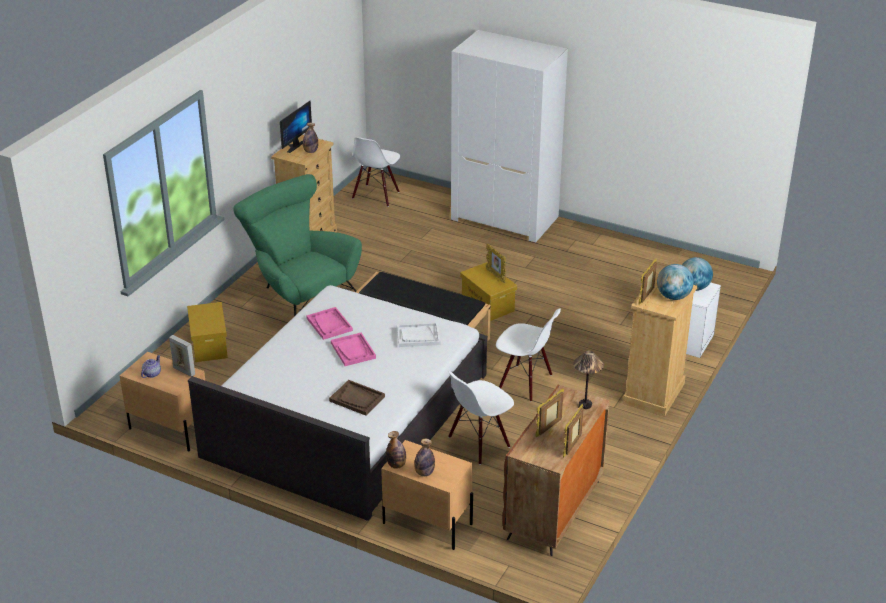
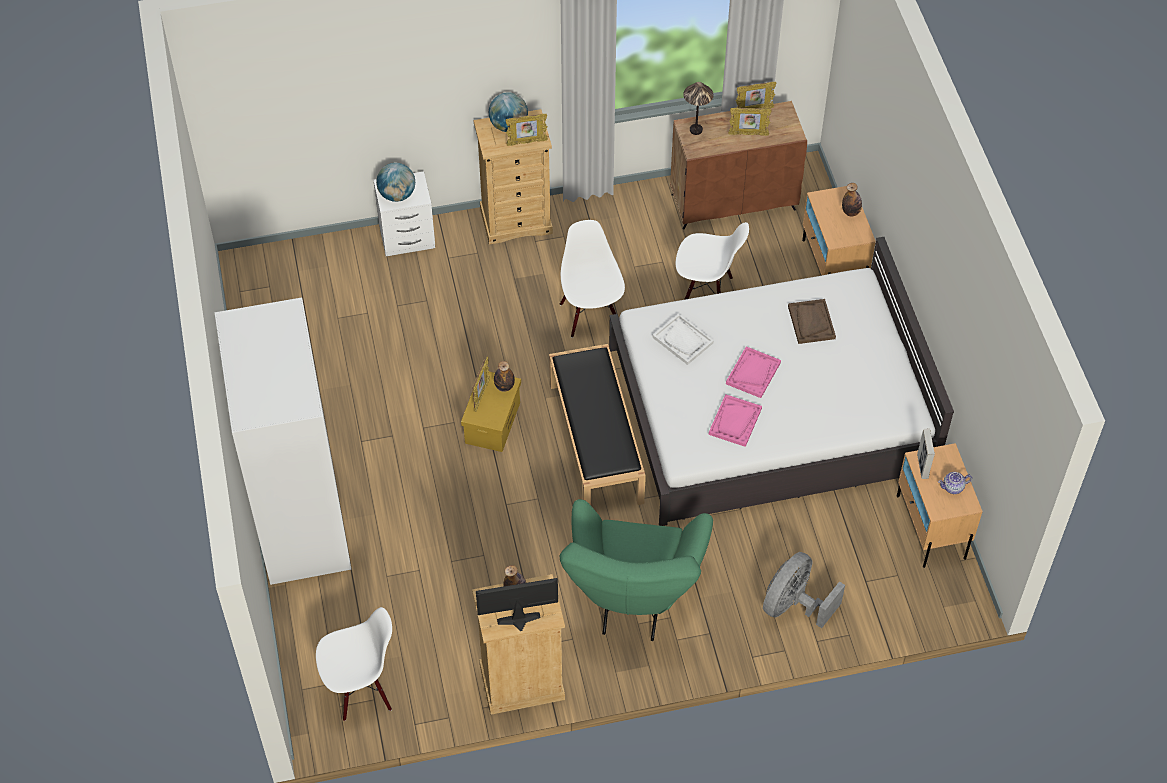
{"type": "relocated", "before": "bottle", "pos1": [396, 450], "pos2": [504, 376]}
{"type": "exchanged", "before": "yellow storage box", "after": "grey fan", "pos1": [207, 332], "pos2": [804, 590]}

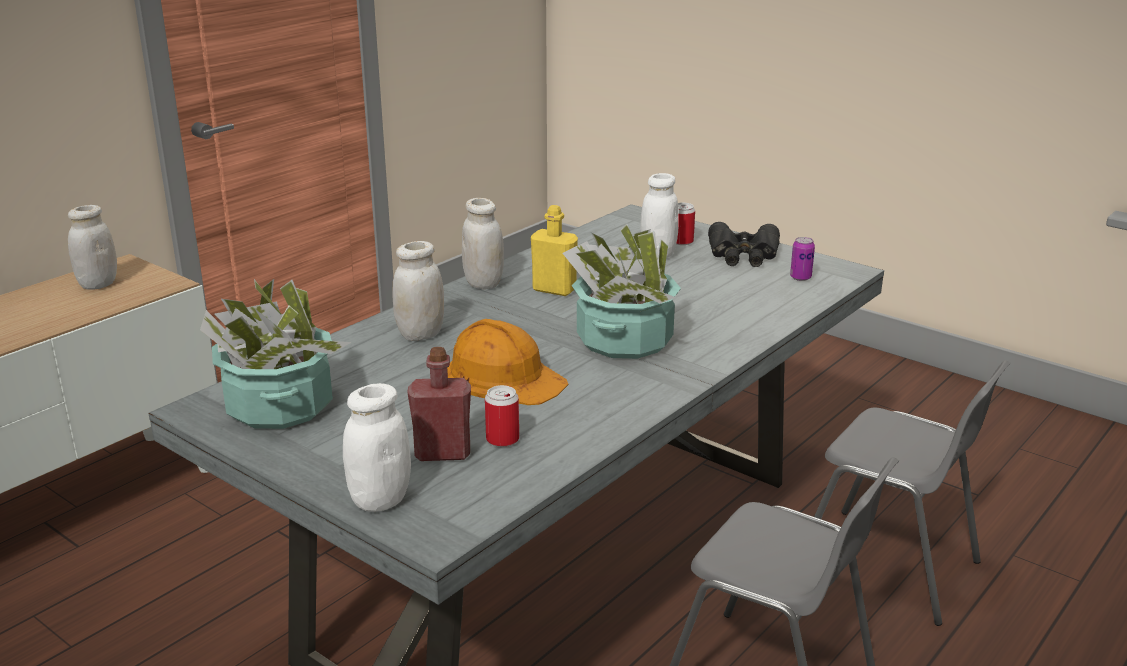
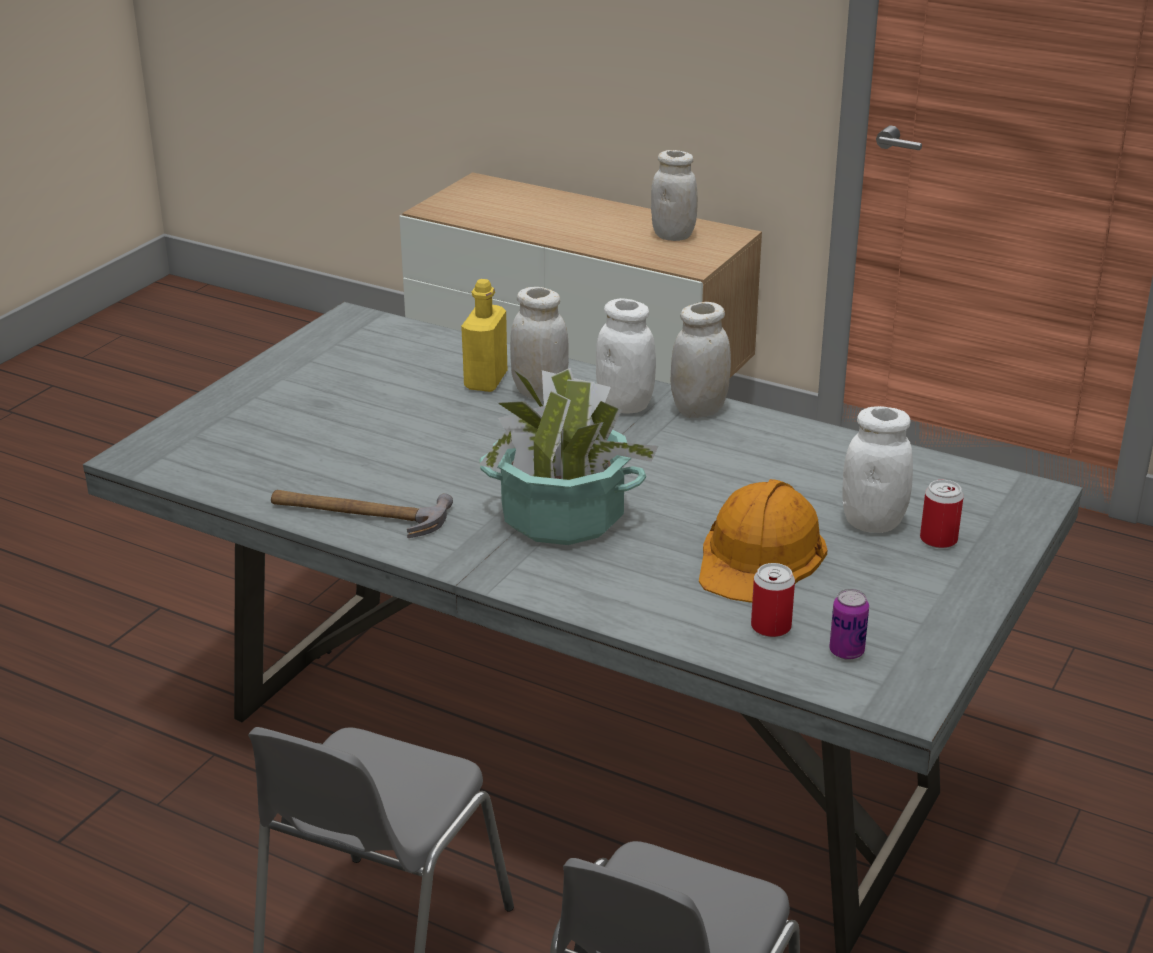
{"type": "appeared", "after": "hammer", "pos2": [362, 514]}
{"type": "relocated", "before": "yellow bottle", "pos1": [554, 250], "pos2": [484, 335]}
{"type": "relocated", "before": "white jar", "pos1": [377, 447], "pos2": [626, 356]}
{"type": "relocated", "before": "orange hard hat", "pos1": [508, 362], "pos2": [763, 541]}
{"type": "relocated", "before": "can", "pos1": [502, 416], "pos2": [773, 600]}
{"type": "missing", "before": "potted plant", "pos1": [276, 354]}
{"type": "missing", "before": "red bottle", "pos1": [439, 404]}
{"type": "missing", "before": "black binoculars", "pos1": [744, 244]}

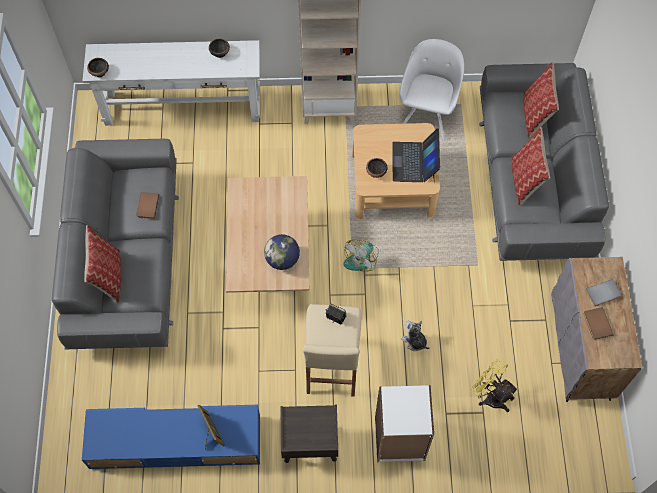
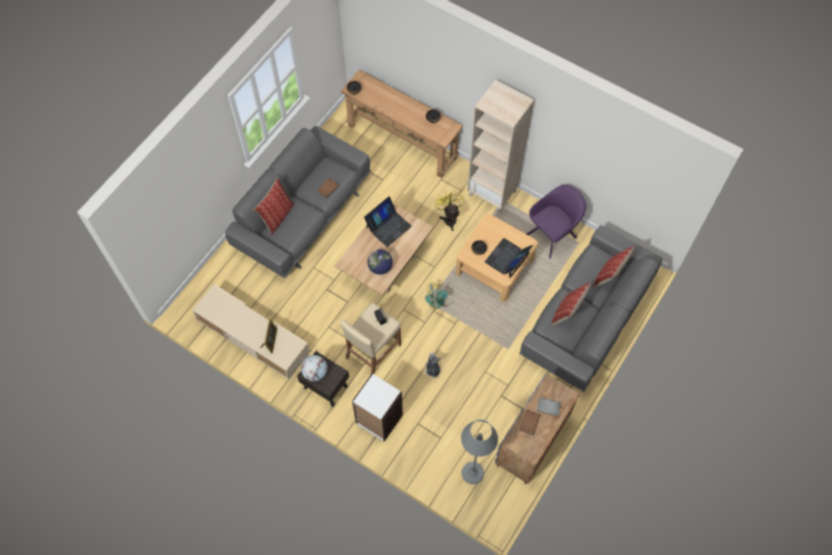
{"type": "colour", "before": "blue tv stand", "after": "beige tv stand", "pos1": [171, 437], "pos2": [251, 331]}
{"type": "appeared", "after": "globe", "pos2": [314, 368]}
{"type": "colour", "before": "white console table", "after": "brown console table", "pos1": [171, 83], "pos2": [402, 124]}
{"type": "appeared", "after": "laptop", "pos2": [388, 221]}
{"type": "relocated", "before": "yellow fan", "pos1": [494, 385], "pos2": [449, 211]}
{"type": "appeared", "after": "grey floor lamp", "pos2": [479, 452]}
{"type": "colour", "before": "white armchair", "after": "purple armchair", "pos1": [431, 89], "pos2": [556, 222]}

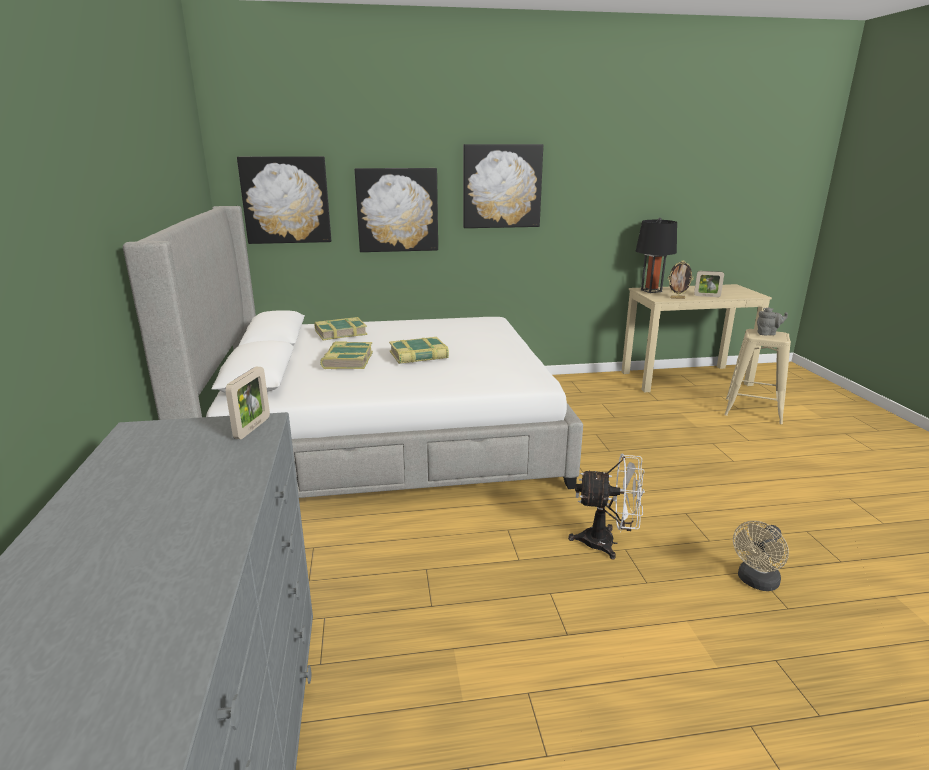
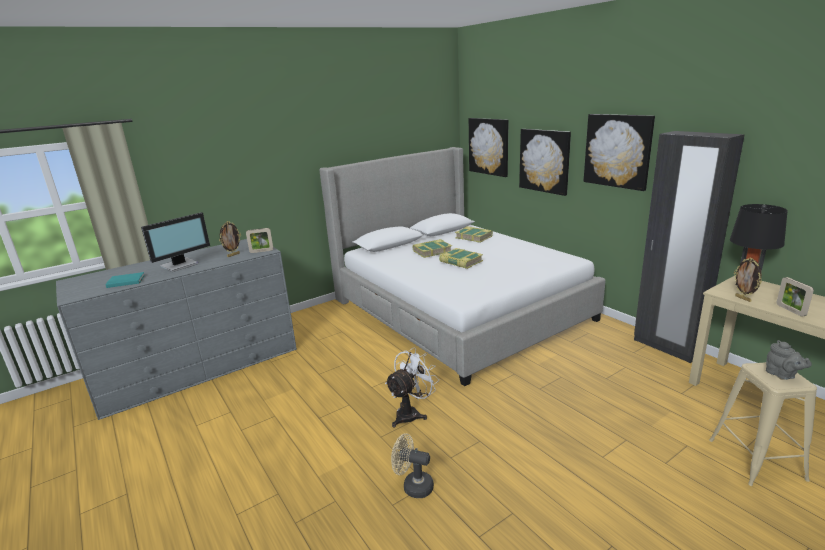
{"type": "appeared", "after": "turquoise book", "pos2": [125, 280]}
{"type": "appeared", "after": "monitor", "pos2": [175, 242]}
{"type": "appeared", "after": "picture frame", "pos2": [230, 239]}
{"type": "spun", "before": "white fan", "pos1": [606, 507], "pos2": [412, 387], "turn": -120}
{"type": "appeared", "after": "black wardrobe", "pos2": [689, 247]}

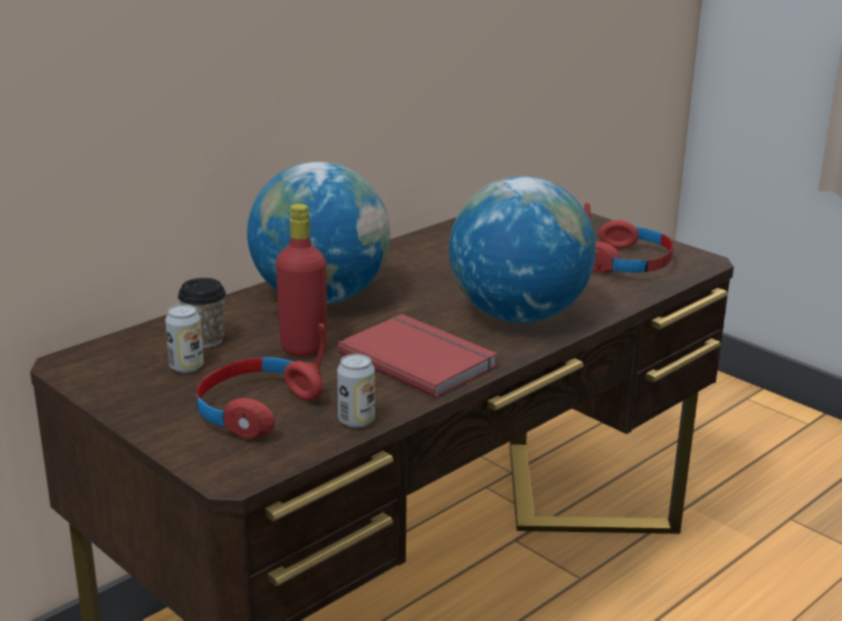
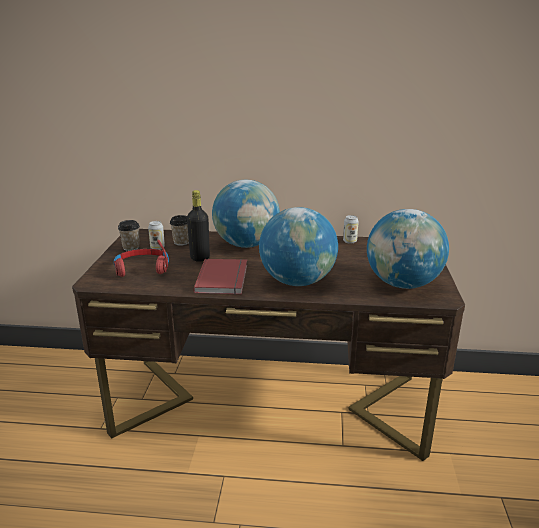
{"type": "appeared", "after": "cup", "pos2": [129, 235]}
{"type": "colour", "before": "red bottle", "after": "black bottle", "pos1": [301, 280], "pos2": [198, 226]}
{"type": "relocated", "before": "can", "pos1": [356, 391], "pos2": [351, 229]}
{"type": "exchanged", "before": "red headphones", "after": "globe", "pos1": [629, 238], "pos2": [408, 249]}

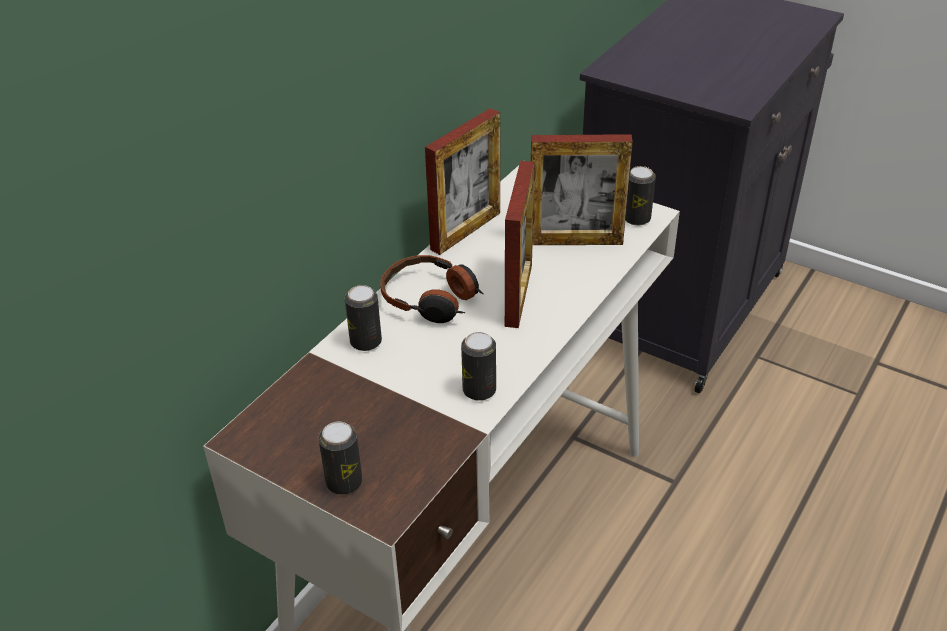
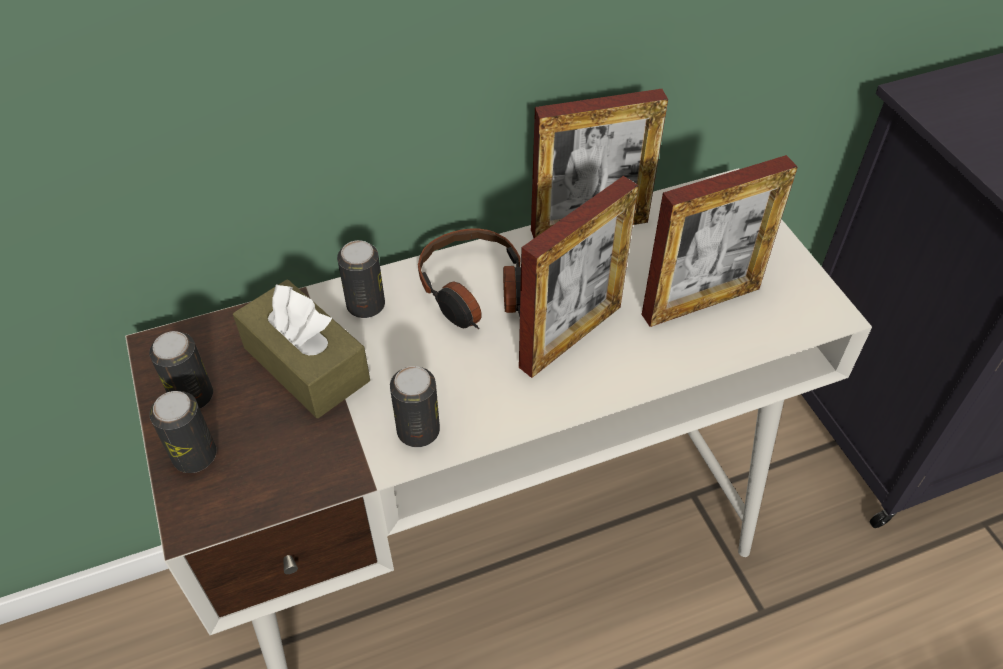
{"type": "relocated", "before": "can", "pos1": [640, 196], "pos2": [181, 370]}
{"type": "appeared", "after": "brown tissue box", "pos2": [301, 349]}
{"type": "spun", "before": "picture frame", "pos1": [582, 189], "pos2": [720, 241], "turn": -60}

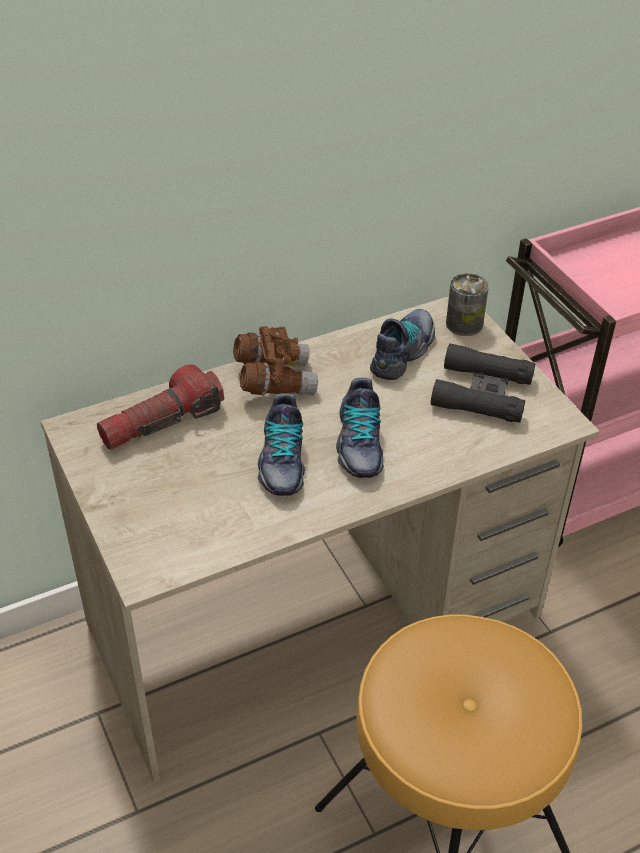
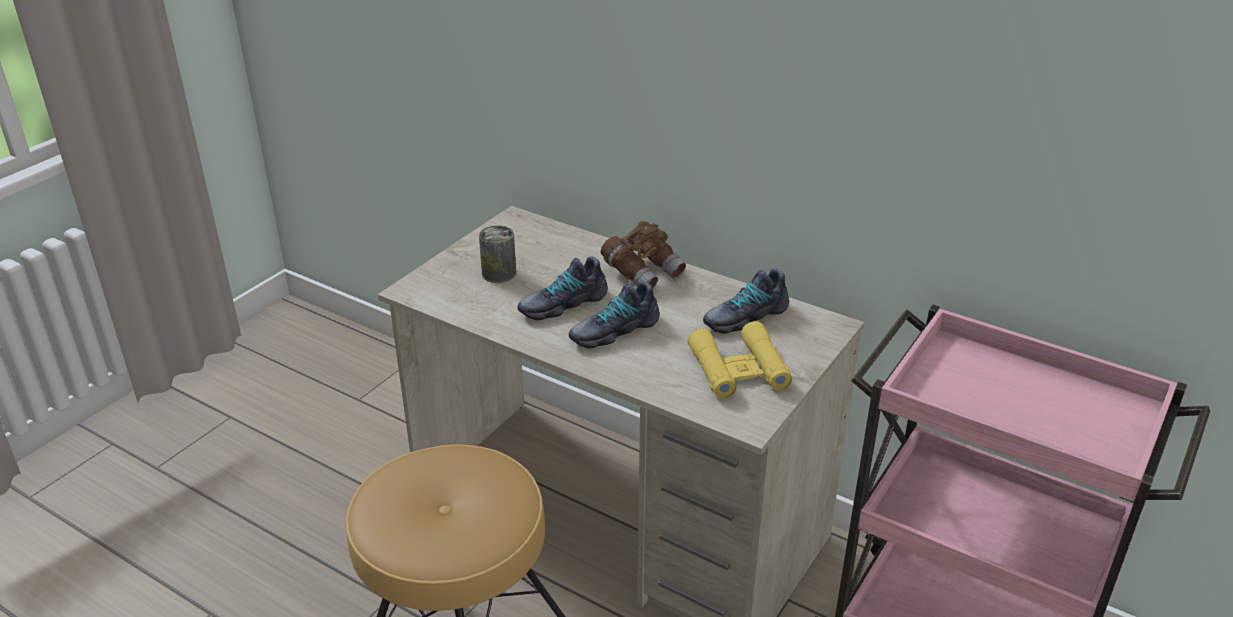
{"type": "relocated", "before": "can", "pos1": [467, 304], "pos2": [497, 254]}
{"type": "colour", "before": "black binoculars", "after": "yellow binoculars", "pos1": [483, 383], "pos2": [740, 360]}
{"type": "spun", "before": "shoe", "pos1": [402, 344], "pos2": [746, 301], "turn": 150}
{"type": "missing", "before": "flashlight", "pos1": [160, 407]}

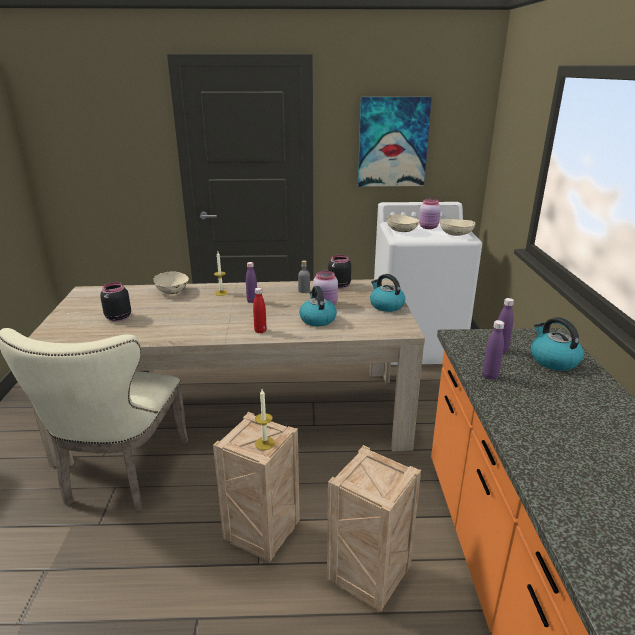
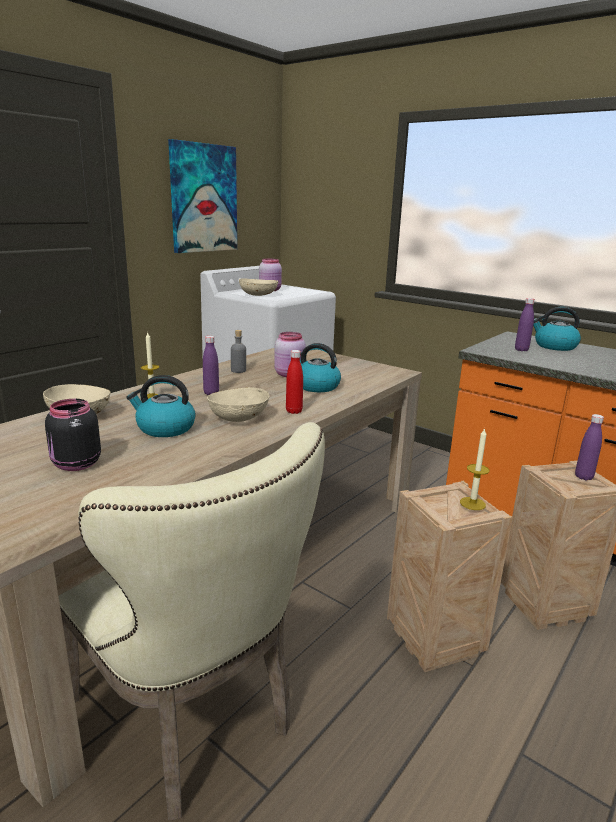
{"type": "relocated", "before": "kettle", "pos1": [387, 293], "pos2": [161, 406]}
{"type": "relocated", "before": "beige bowl", "pos1": [457, 227], "pos2": [238, 404]}
{"type": "relocated", "before": "purple bottle", "pos1": [493, 350], "pos2": [589, 447]}
{"type": "missing", "before": "black jar", "pos1": [339, 271]}

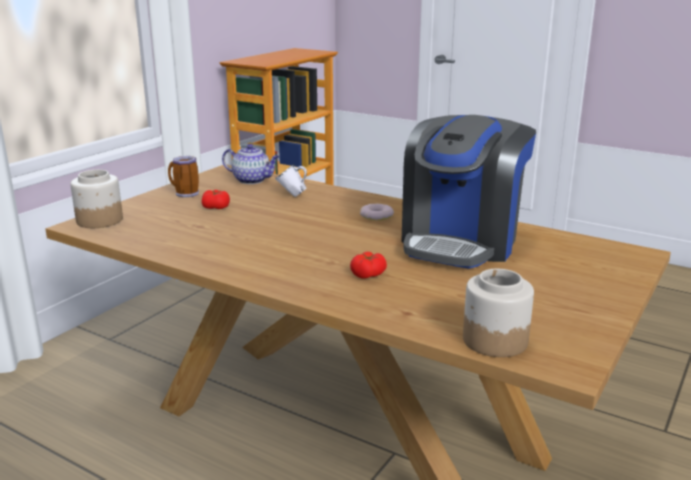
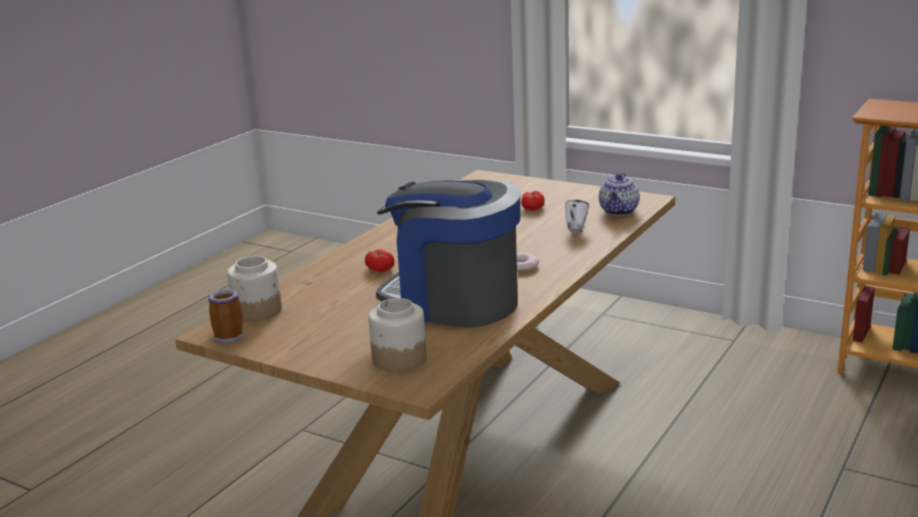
{"type": "relocated", "before": "mug", "pos1": [183, 176], "pos2": [226, 316]}
{"type": "relocated", "before": "jar", "pos1": [96, 199], "pos2": [397, 335]}

